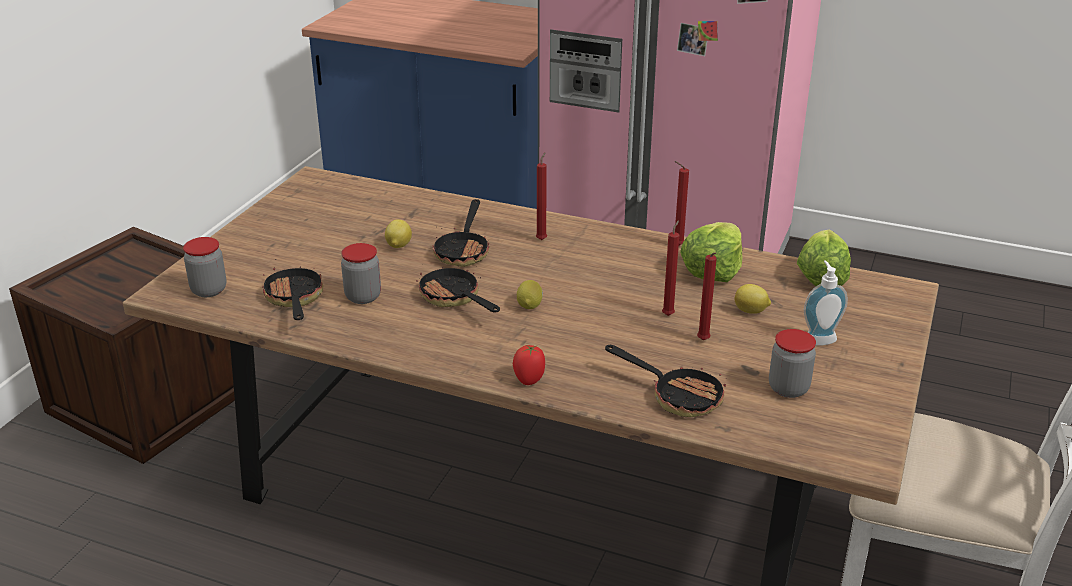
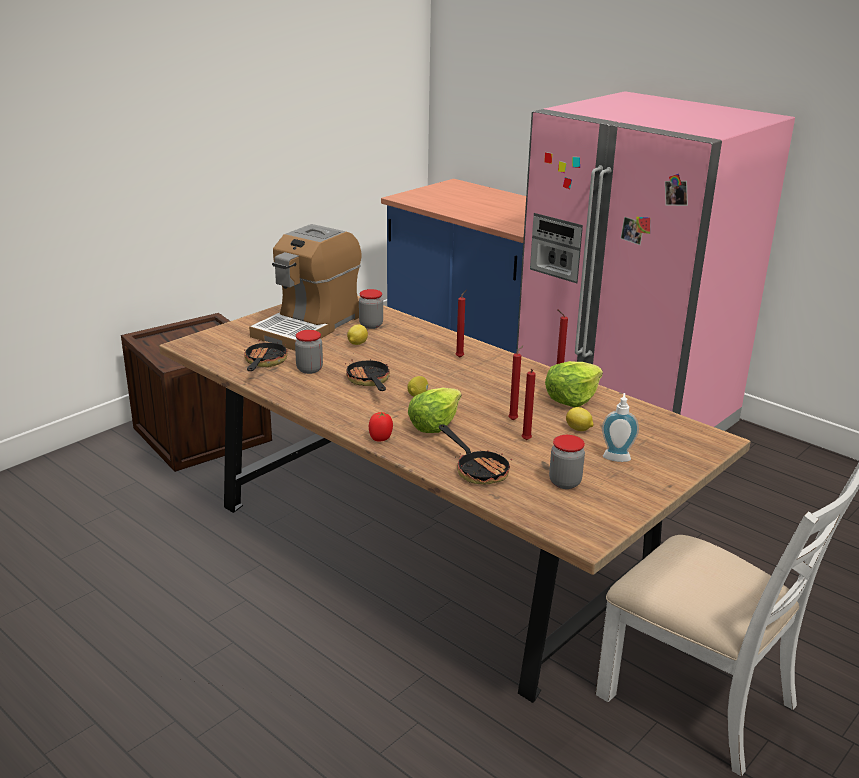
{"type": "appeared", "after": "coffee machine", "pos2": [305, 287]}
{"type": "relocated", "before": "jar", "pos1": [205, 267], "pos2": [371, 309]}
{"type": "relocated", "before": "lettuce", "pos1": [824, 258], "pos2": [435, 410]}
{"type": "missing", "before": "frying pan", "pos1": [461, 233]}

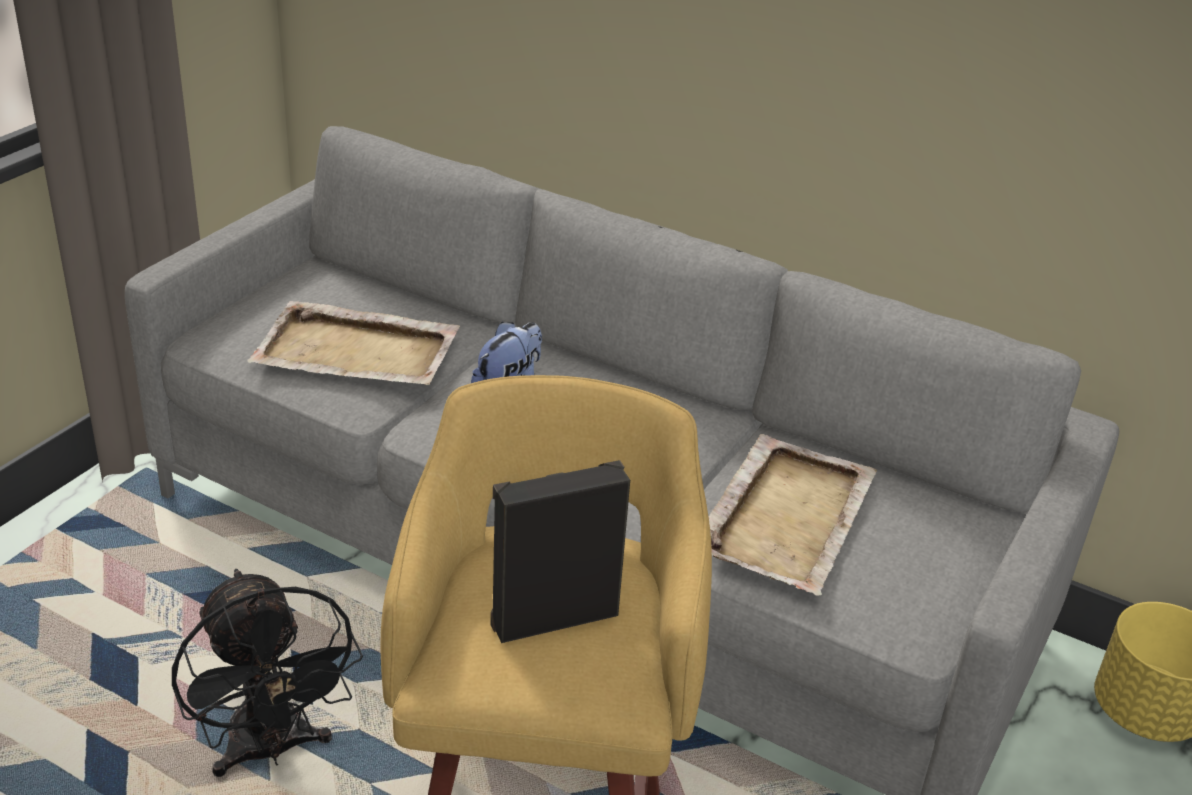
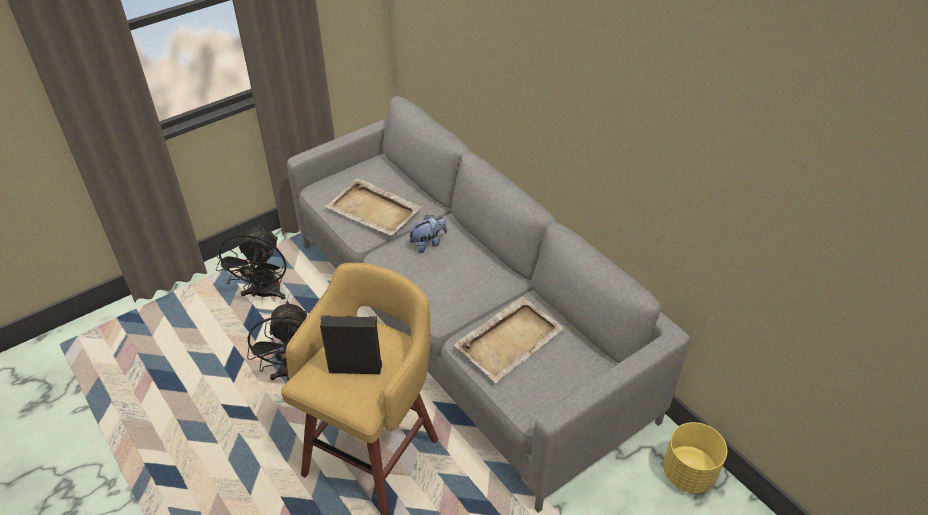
{"type": "appeared", "after": "black fan", "pos2": [251, 262]}

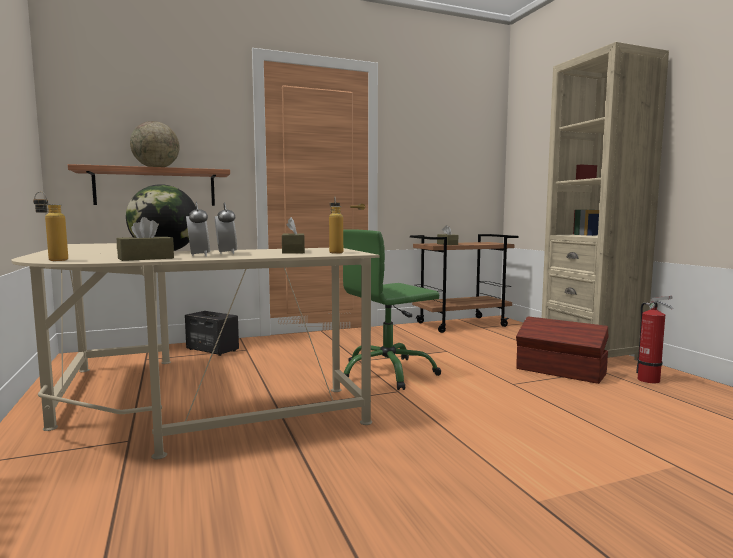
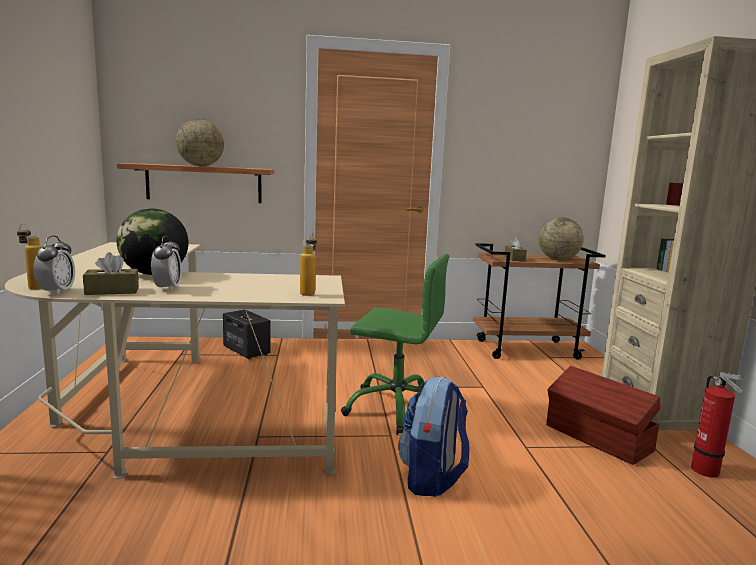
{"type": "relocated", "before": "alarm clock", "pos1": [226, 228], "pos2": [54, 265]}
{"type": "spun", "before": "green office chair", "pos1": [392, 309], "pos2": [395, 344], "turn": -150}
{"type": "appeared", "after": "backpack", "pos2": [433, 436]}
{"type": "appeared", "after": "globe", "pos2": [561, 238]}
{"type": "missing", "before": "brown tissue box", "pos1": [293, 235]}

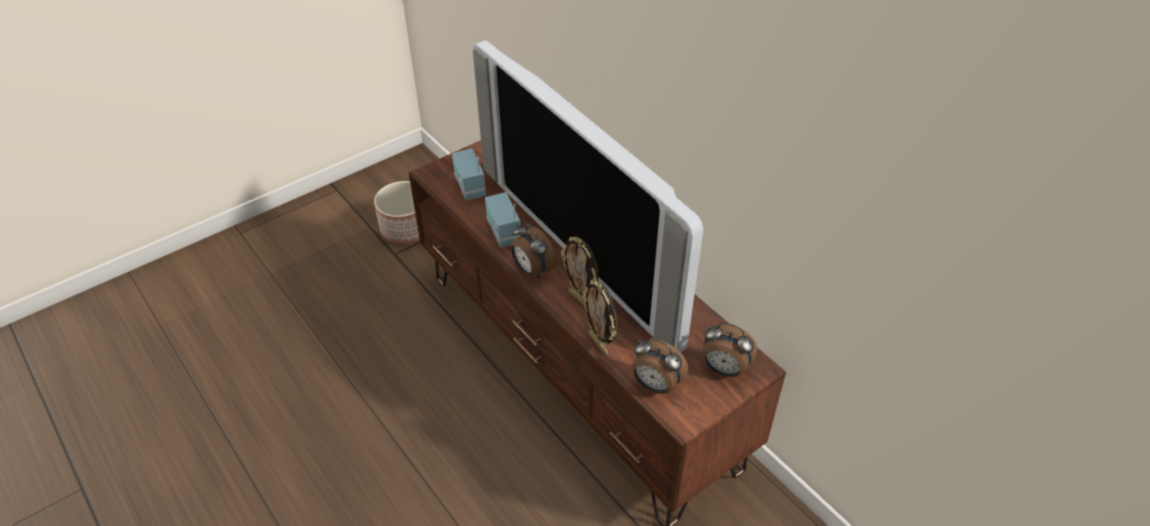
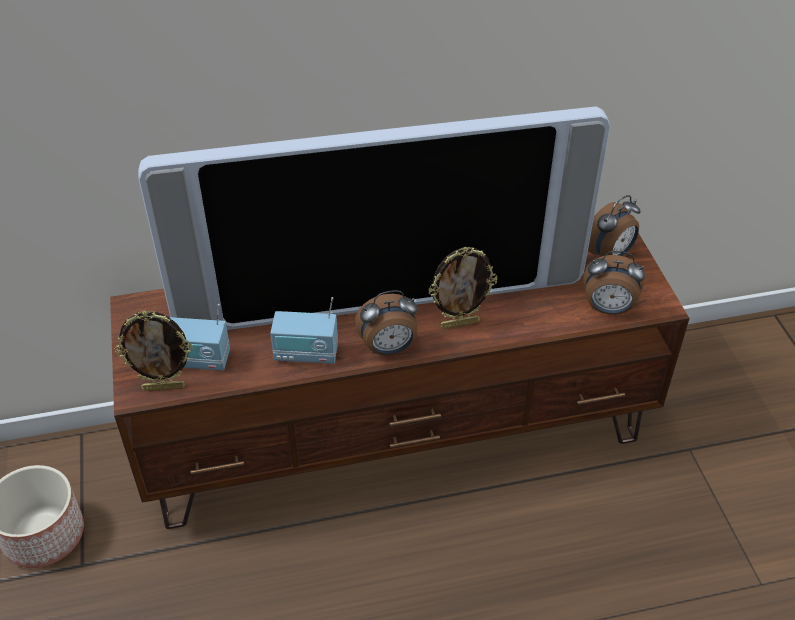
{"type": "relocated", "before": "picture frame", "pos1": [600, 318], "pos2": [153, 350]}
{"type": "spun", "before": "alarm clock", "pos1": [660, 366], "pos2": [614, 283], "turn": 45}

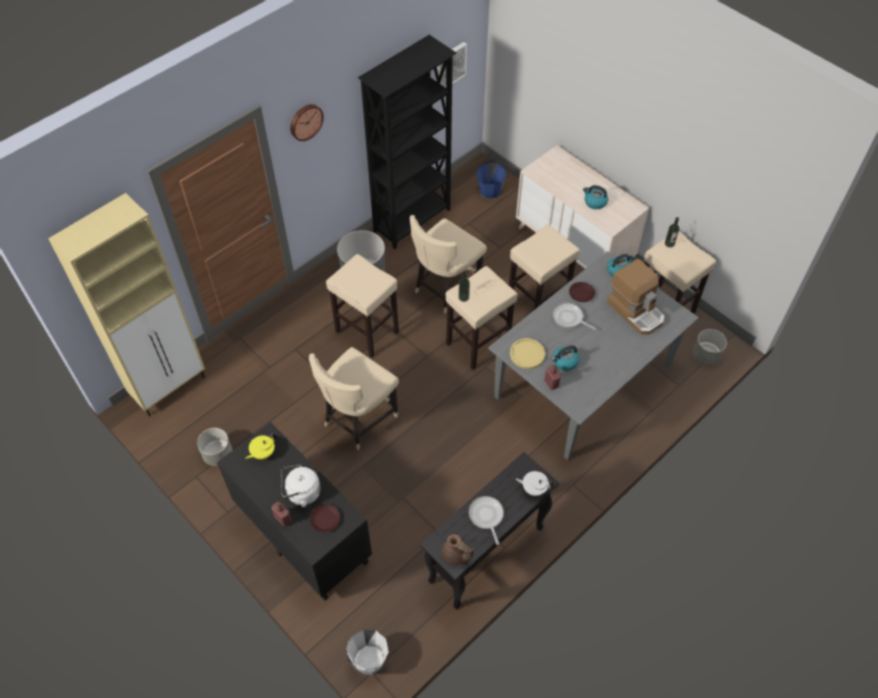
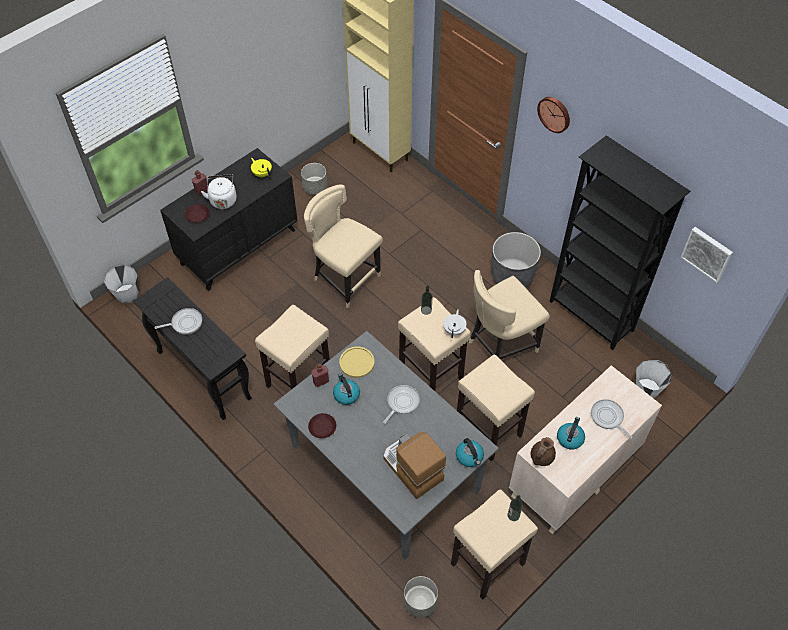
{"type": "relocated", "before": "beige stool", "pos1": [362, 306], "pos2": [292, 347]}
{"type": "relocated", "before": "brown plate", "pos1": [582, 292], "pos2": [322, 425]}
{"type": "spun", "before": "coffee machine", "pos1": [636, 297], "pos2": [414, 465], "turn": 90}
{"type": "relocated", "before": "white teapot", "pos1": [535, 483], "pos2": [455, 323]}
{"type": "spun", "before": "beige chair", "pos1": [448, 264], "pos2": [509, 314], "turn": -75}
{"type": "relocated", "before": "brown teapot", "pos1": [458, 549], "pos2": [543, 451]}
{"type": "appeared", "after": "frying pan", "pos2": [611, 419]}
{"type": "colour", "before": "blue bucket", "after": "white bucket", "pos1": [491, 180], "pos2": [653, 379]}

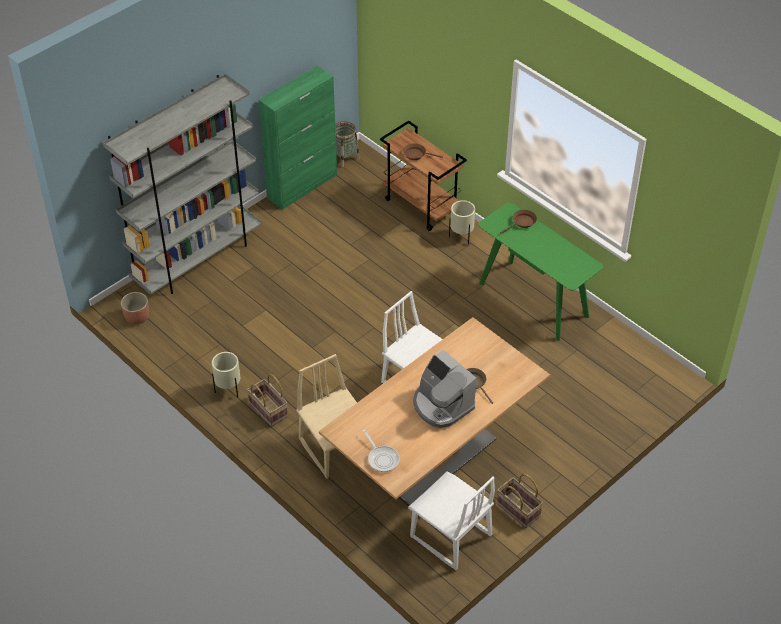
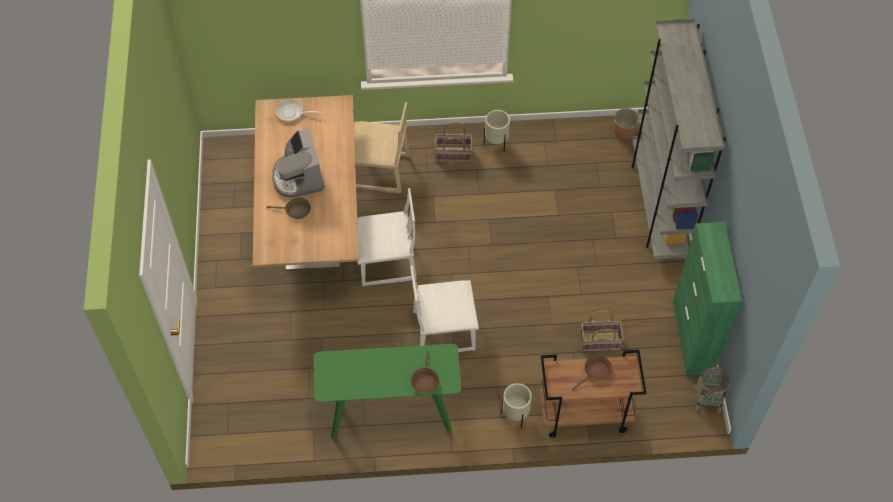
{"type": "spun", "before": "coffee machine", "pos1": [444, 389], "pos2": [298, 163], "turn": -105}
{"type": "relocated", "before": "white chair", "pos1": [451, 520], "pos2": [444, 309]}
{"type": "relocated", "before": "basket", "pos1": [520, 501], "pos2": [602, 331]}

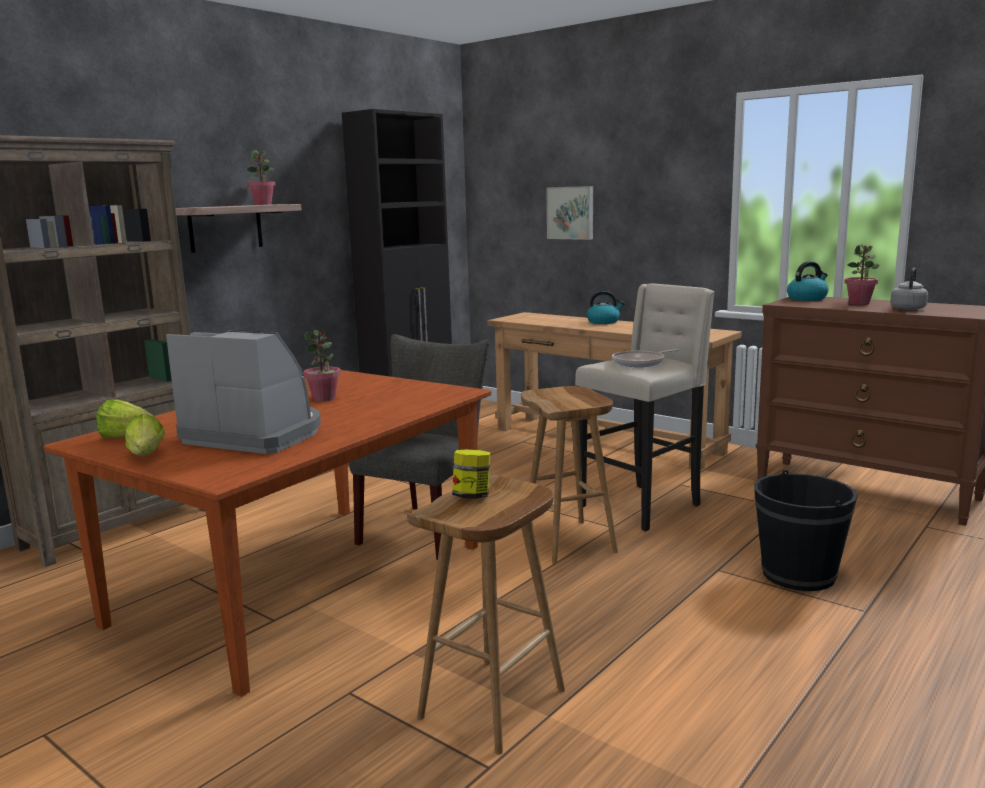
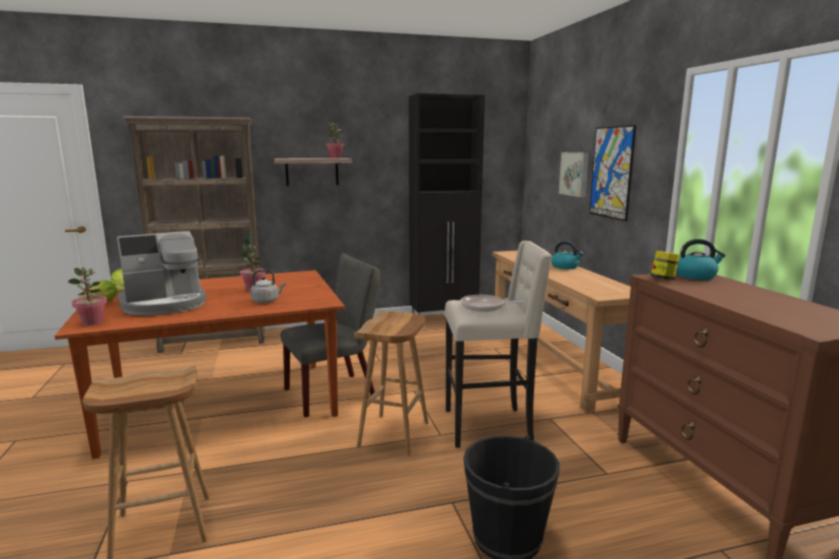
{"type": "relocated", "before": "potted plant", "pos1": [862, 274], "pos2": [87, 296]}
{"type": "spun", "before": "coffee machine", "pos1": [243, 392], "pos2": [161, 273], "turn": 90}
{"type": "relocated", "before": "grey kettle", "pos1": [909, 289], "pos2": [268, 286]}
{"type": "appeared", "after": "picture", "pos2": [612, 173]}
{"type": "relocated", "before": "jar", "pos1": [471, 474], "pos2": [665, 265]}

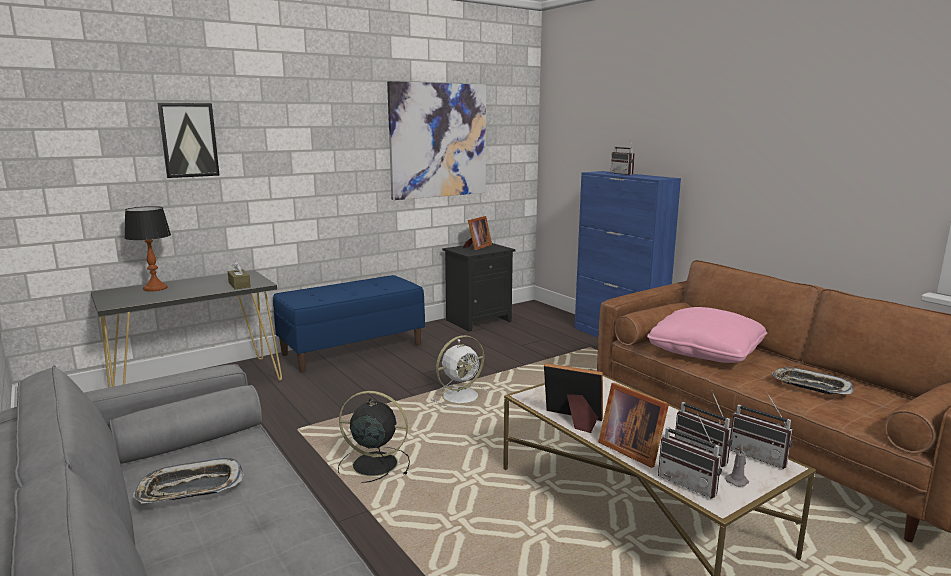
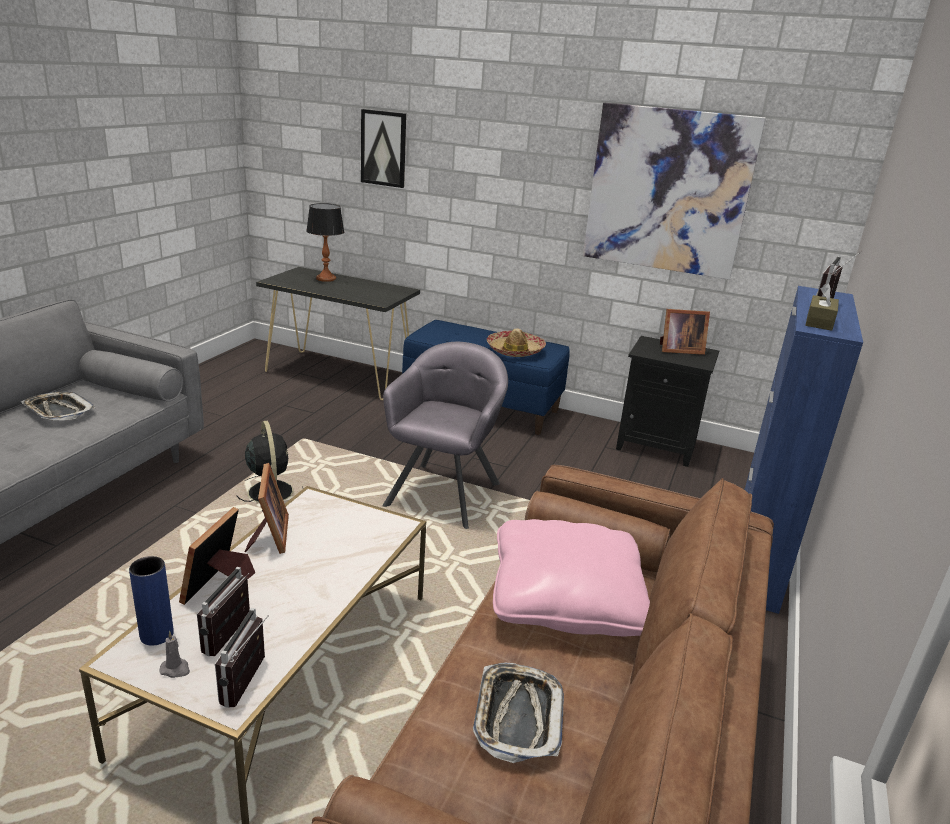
{"type": "exchanged", "before": "radio", "after": "blue vase", "pos1": [690, 456], "pos2": [151, 601]}
{"type": "exchanged", "before": "white fan", "after": "grey armchair", "pos1": [459, 371], "pos2": [445, 435]}
{"type": "appeared", "after": "hat", "pos2": [516, 342]}
{"type": "relocated", "before": "brown tissue box", "pos1": [239, 275], "pos2": [822, 307]}

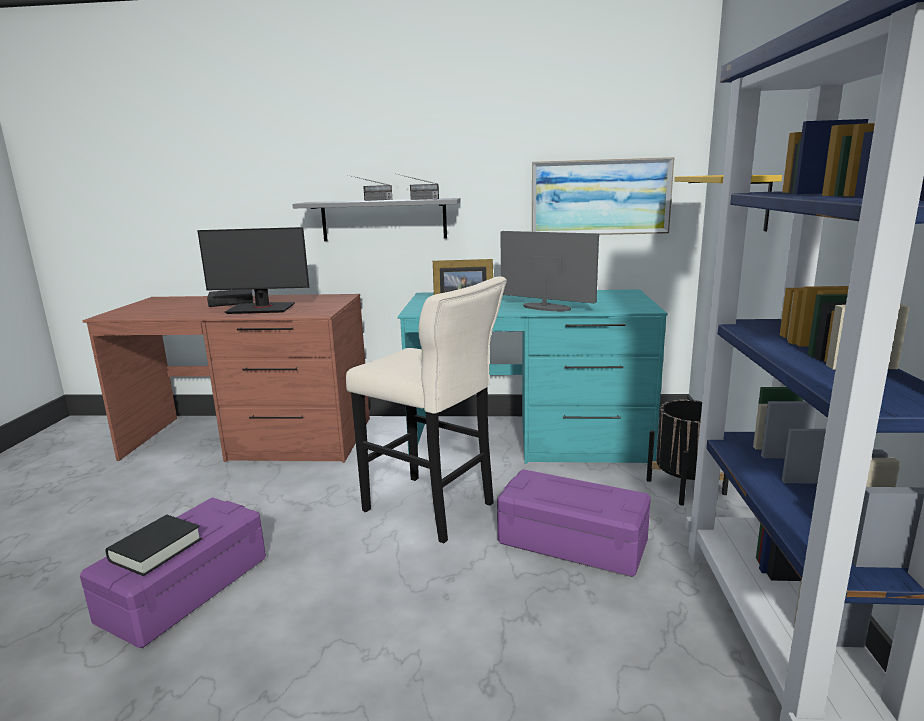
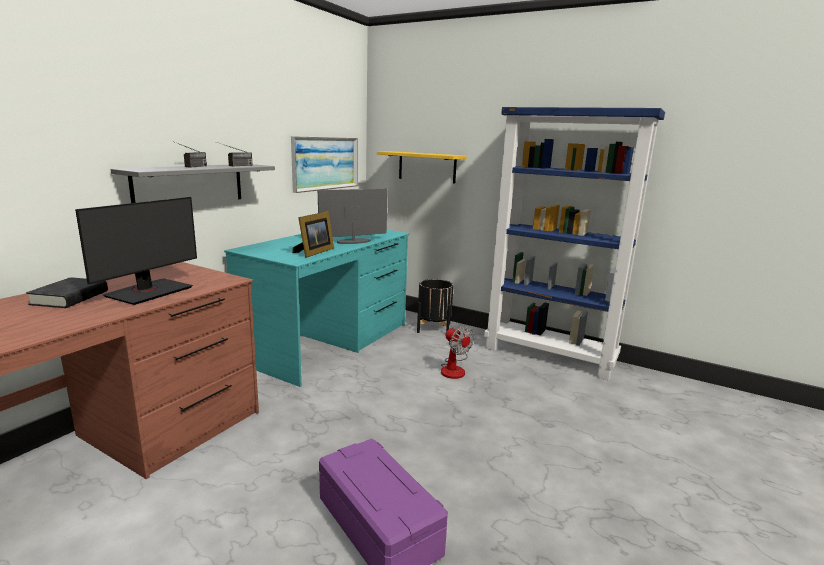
{"type": "exchanged", "before": "purple storage box", "after": "fan", "pos1": [574, 523], "pos2": [458, 352]}
{"type": "missing", "before": "black book", "pos1": [153, 545]}
{"type": "missing", "before": "beige stool", "pos1": [426, 409]}

